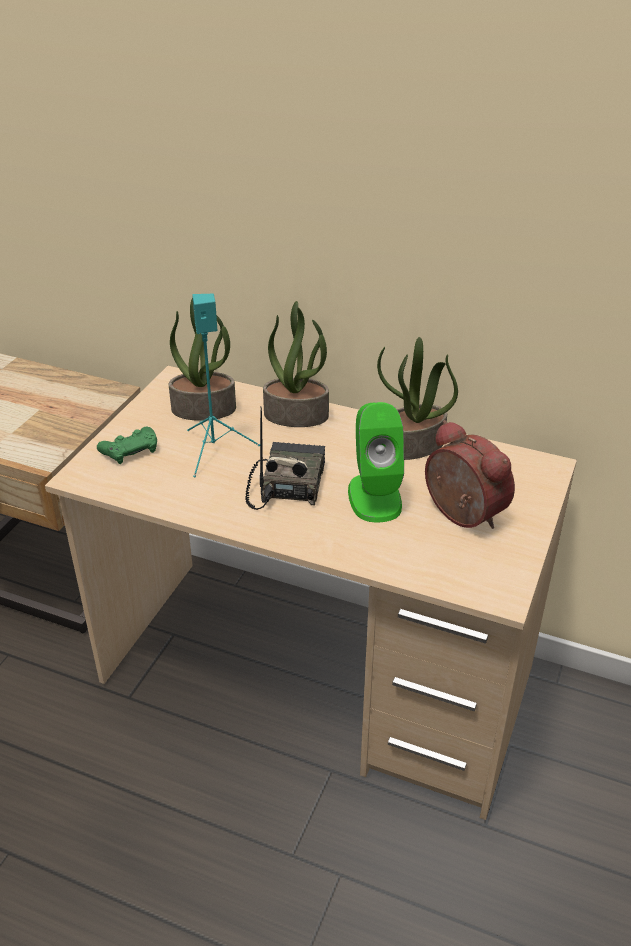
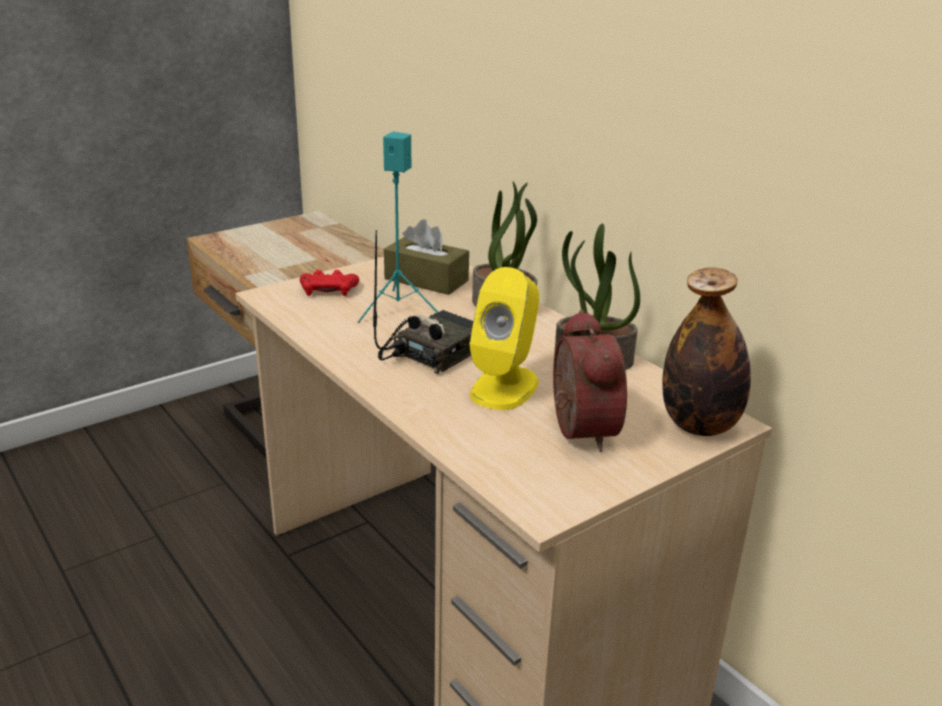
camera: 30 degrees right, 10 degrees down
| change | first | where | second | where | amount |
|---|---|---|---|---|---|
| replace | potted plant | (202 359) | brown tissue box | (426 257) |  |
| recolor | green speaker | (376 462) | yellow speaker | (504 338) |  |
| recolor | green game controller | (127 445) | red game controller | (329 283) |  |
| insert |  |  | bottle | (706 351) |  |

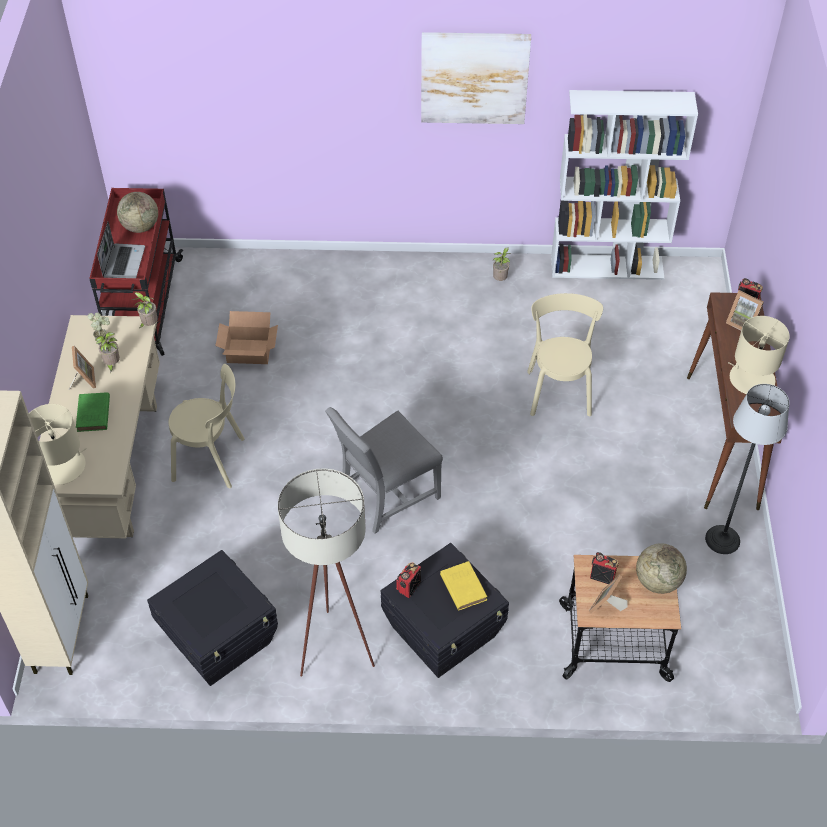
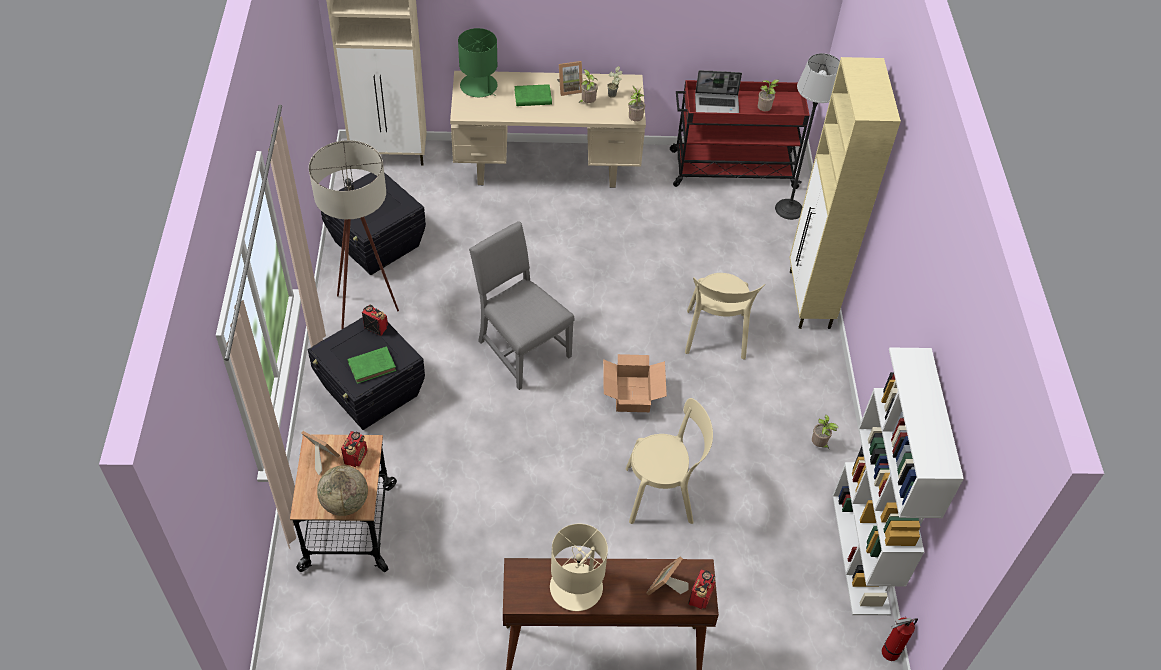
camera: 85 degrees right, 0 degrees up
| change | first | where | second | where | amount |
|---|---|---|---|---|---|
| delete | picture | (476 78) |  |  |  |
| replace | globe | (137 212) | potted plant | (768 95) |  |
| move | cardboard box | (246 337) |  | (635 383) |  |
| move | beige chair | (207 426) |  | (725 316) |  |
| move | floor lamp | (747 469) |  | (807 136) |  |
| recolor | beige table lamp | (58 444) | green table lamp | (478 62) |  |
| recolor | yellow book | (463 585) | green book | (371 365) |  |
| insert |  |  | beige cabinet | (845 193) |  |
| insert |  |  | fire extinguisher | (900 638) |  |

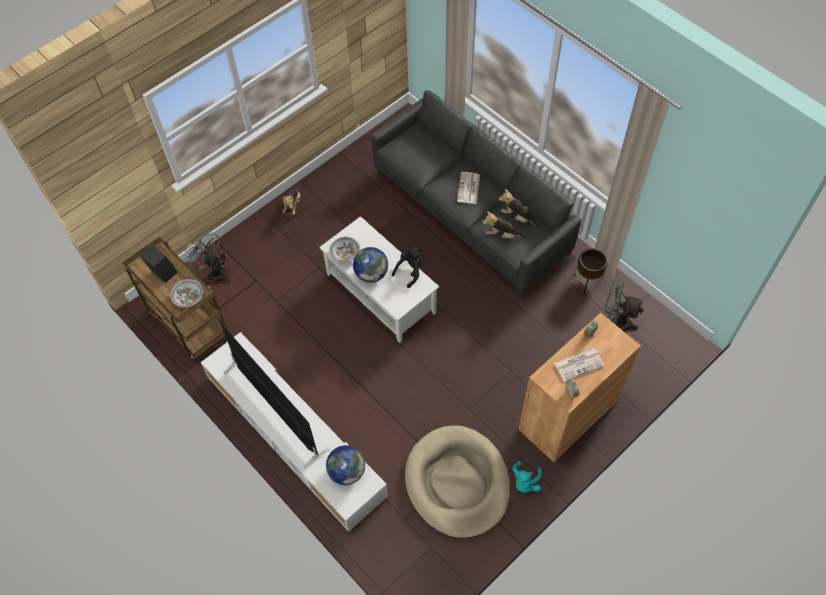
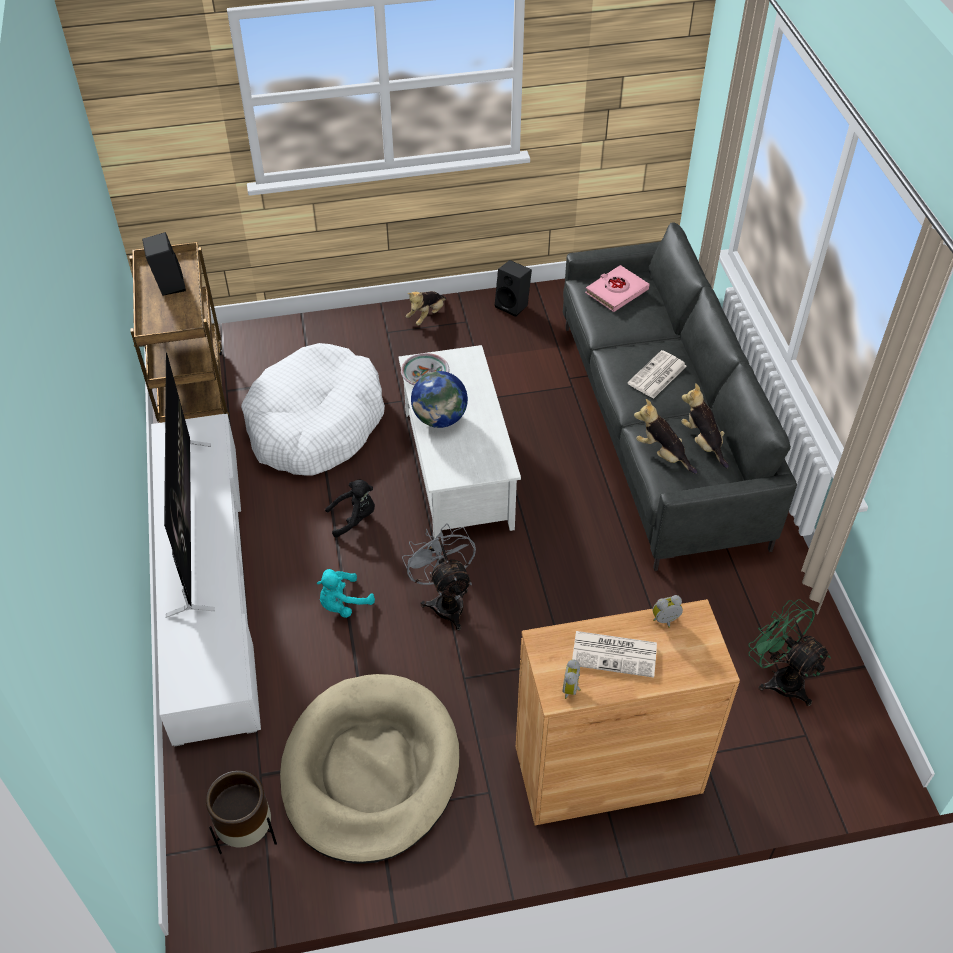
camera: 30 degrees right, 10 degrees down
| change | first | where | second | where | amount |
|---|---|---|---|---|---|
| move | grey fan | (207 256) |  | (439 577) |  |
| move | black plush toy | (407 267) |  | (350 508) |  |
| move | brown planter | (592 271) |  | (241 812) |  |
| delete | bowl | (186 293) |  |  |  |
| delete | globe | (345 465) |  |  |  |
| move | turquoise plush toy | (527 477) |  | (346 593) |  |
| insert |  |  | black speaker | (513 288) |  |
| insert |  |  | pink book | (617 288) |  |
| insert |  |  | white dog bed | (313 409) |  |

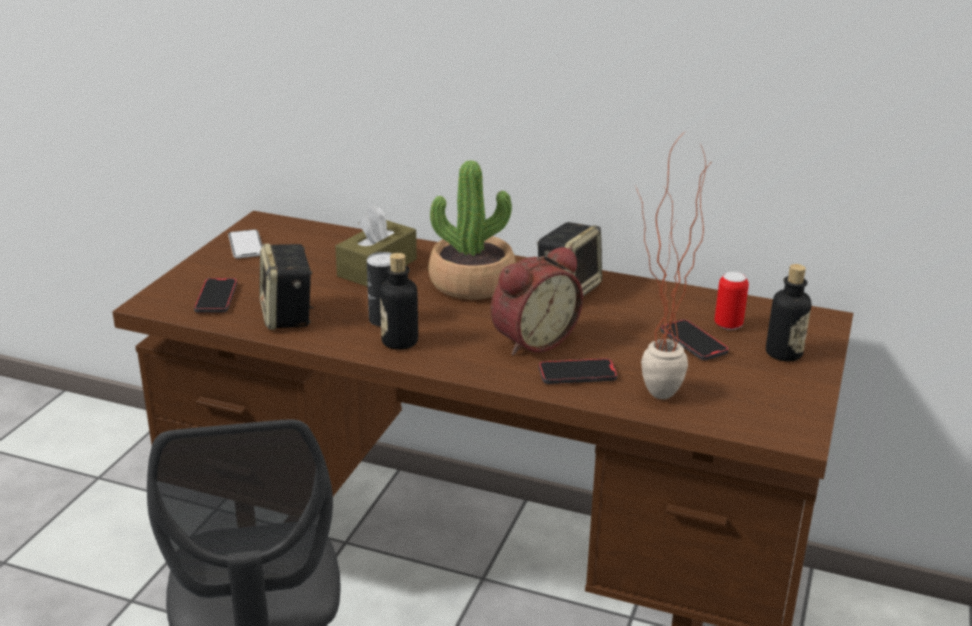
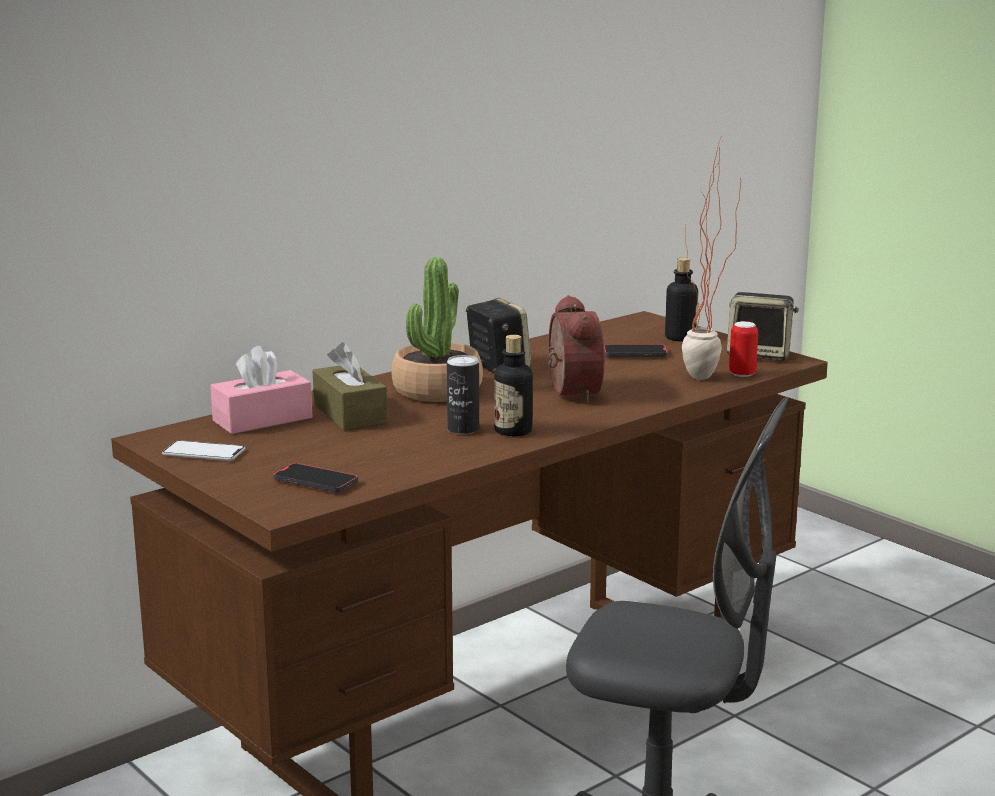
camera: 60 degrees left, 10 degrees down
| change | first | where | second | where | amount |
|---|---|---|---|---|---|
| move | speaker | (286 286) |  | (763 326) |  |
| move | can | (732 301) |  | (743 349) |  |
| delete | phone | (578 371) |  |  |  |
| insert |  |  | pink tissue box | (261 390) |  |

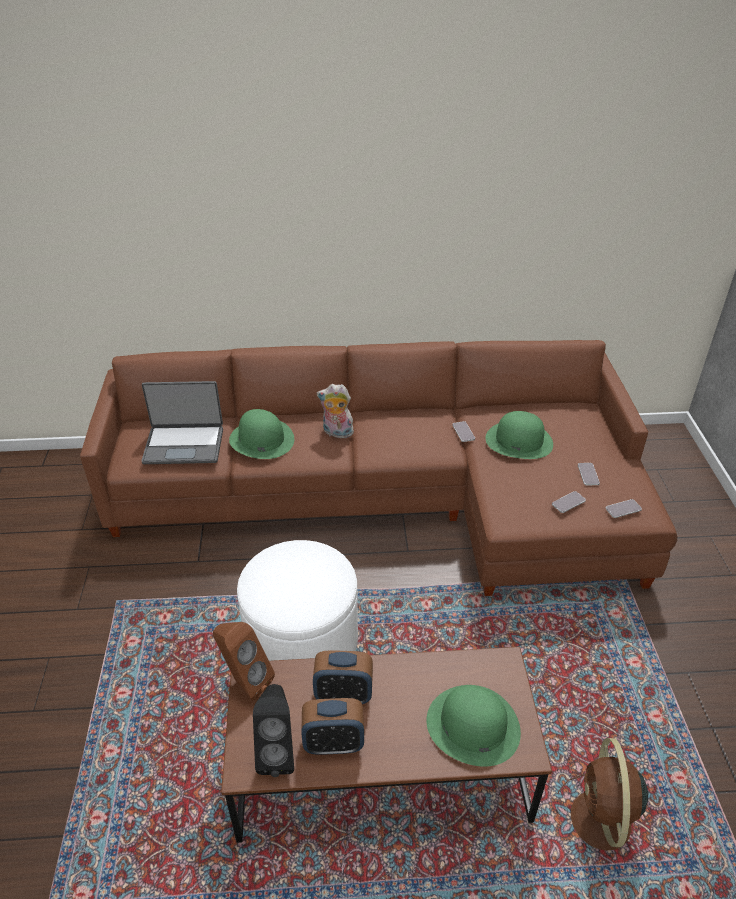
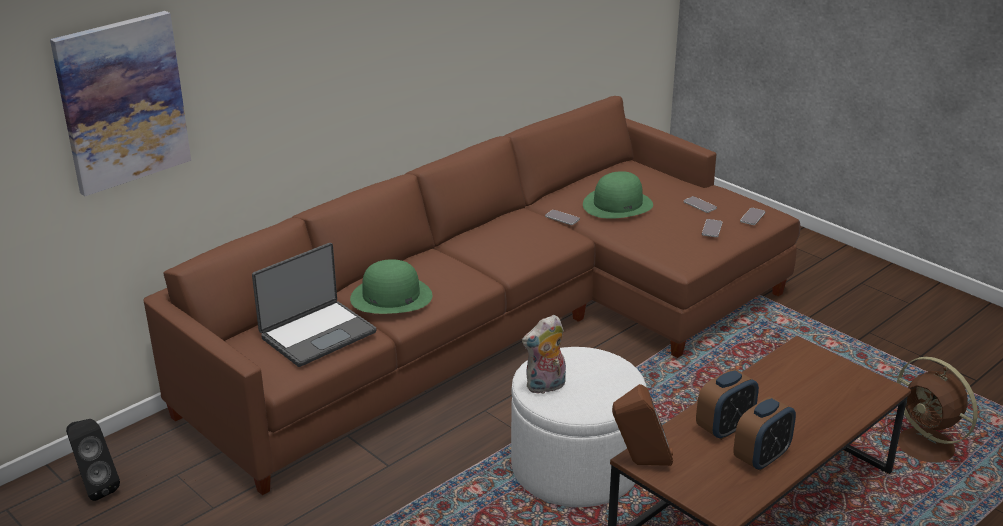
camera: 40 degrees left, 10 degrees down
| change | first | where | second | where | amount |
|---|---|---|---|---|---|
| move | plush toy | (335 411) |  | (544 354) |  |
| move | black speaker | (273 730) |  | (93 460) |  |
| delete | green hat | (473 726) |  |  |  |
| insert |  |  | picture | (120 103) |  |

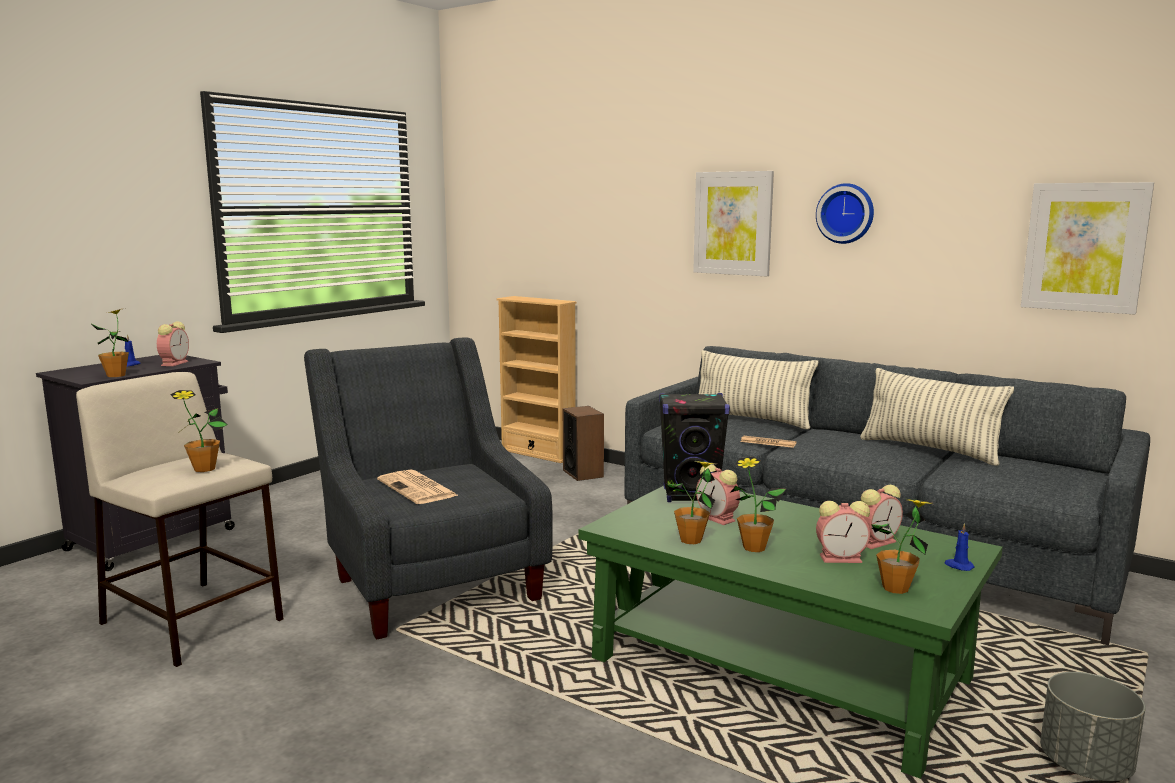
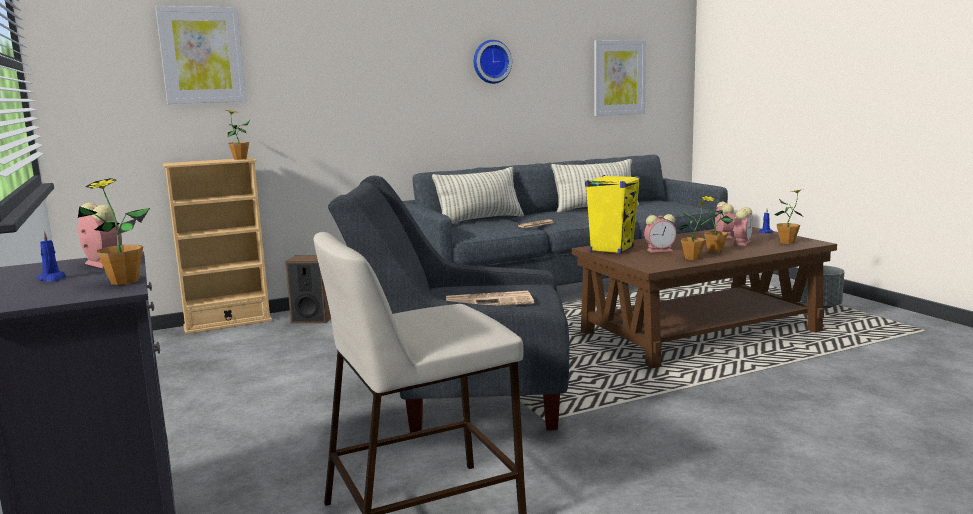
camera: 60 degrees left, 0 degrees up
| change | first | where | second | where | amount |
|---|---|---|---|---|---|
| move | picture | (733 223) |  | (201 55) |  |
| move | potted plant | (199 431) |  | (238 135) |  |
| recolor | black speaker | (694 447) | yellow speaker | (612 214) |  |
| recolor | green coffee table | (791 632) | brown coffee table | (704 297) |  |

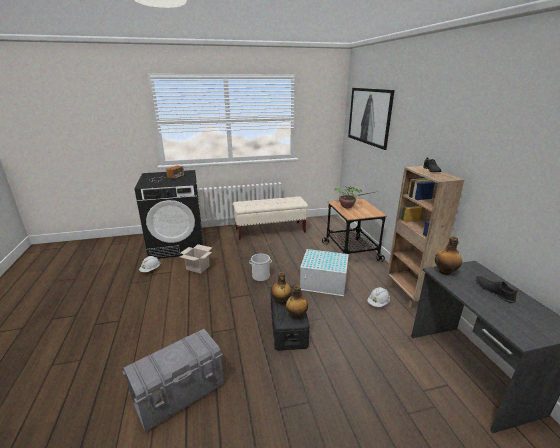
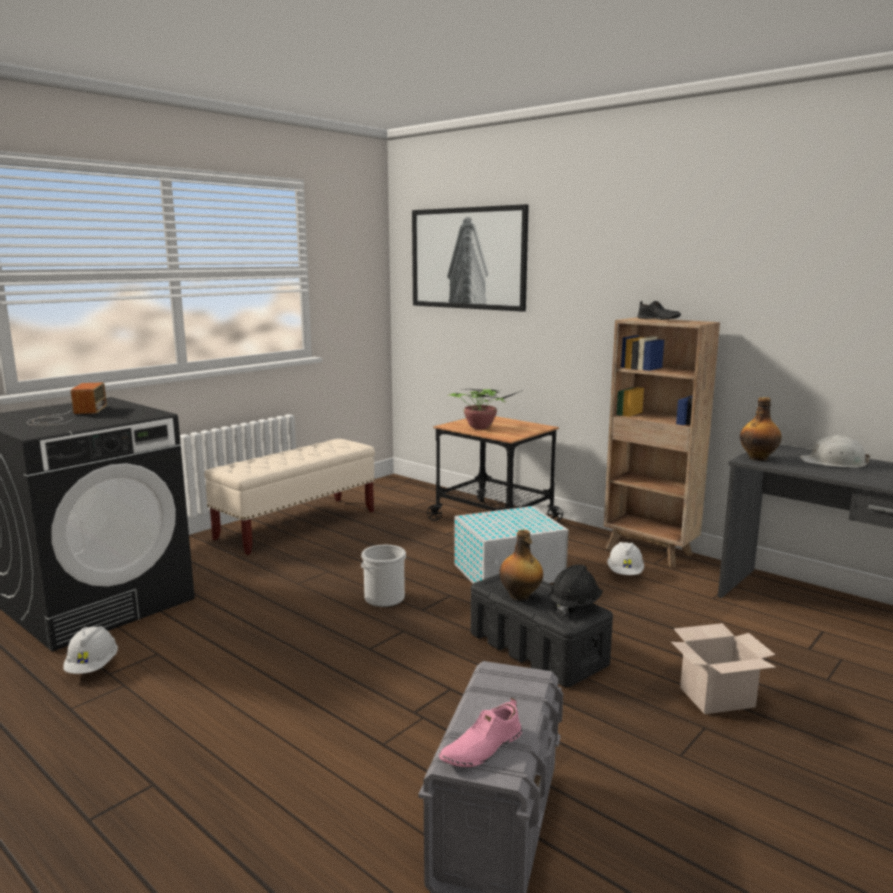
camera: 35 degrees left, 10 degrees down
| change | first | where | second | where | amount |
|---|---|---|---|---|---|
| move | cardboard box | (196 258) |  | (723 668) |  |
| replace | black shoe | (497 289) | white hard hat | (835 451) |  |
| replace | bottle | (297 301) | black hard hat | (576 590) |  |
| insert |  |  | pink shoe | (480 732) |  |

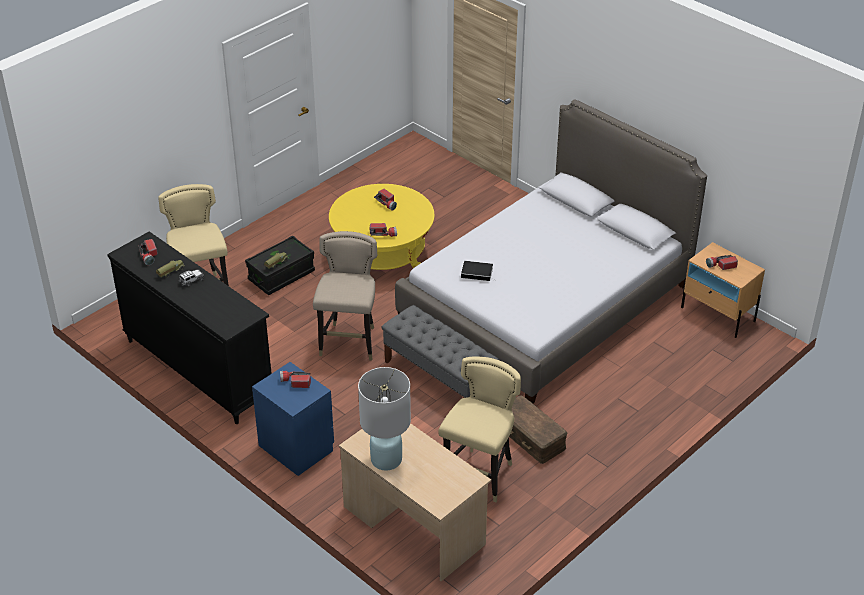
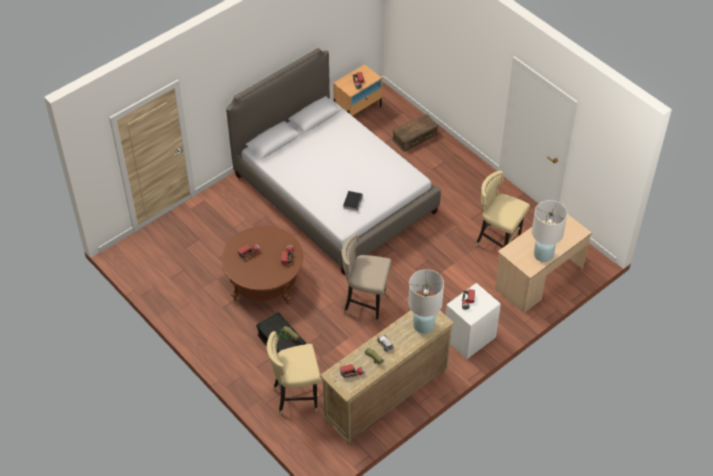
camera: 85 degrees left, 10 degrees up
| change | first | where | second | where | amount |
|---|---|---|---|---|---|
| recolor | yellow coffee table | (382 227) | brown coffee table | (262 265) |  |
| recolor | black dresser | (189 328) | beige dresser | (387 377) |  |
| delete | grey bench | (440 351) |  |  |  |
| recolor | blue nightstand | (293 419) | white nightstand | (473 321) |  |
| move | brown storage box | (538 429) |  | (415 132) |  |
| insert |  |  | white table lamp | (426 301) |  |

